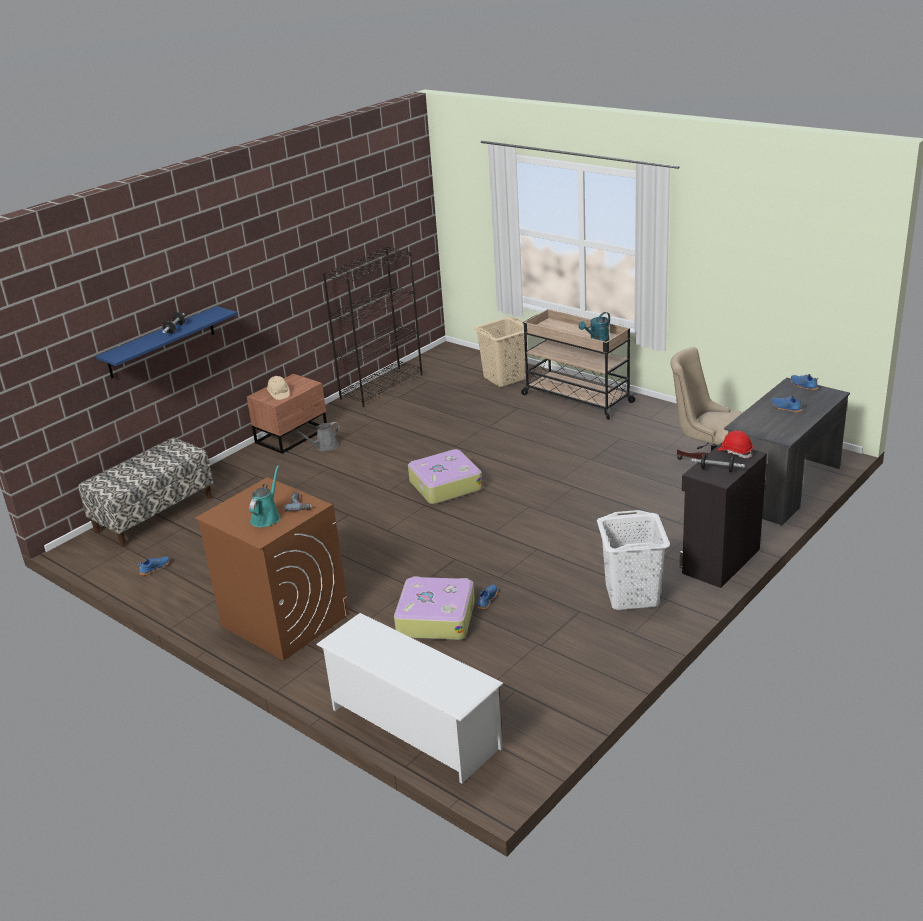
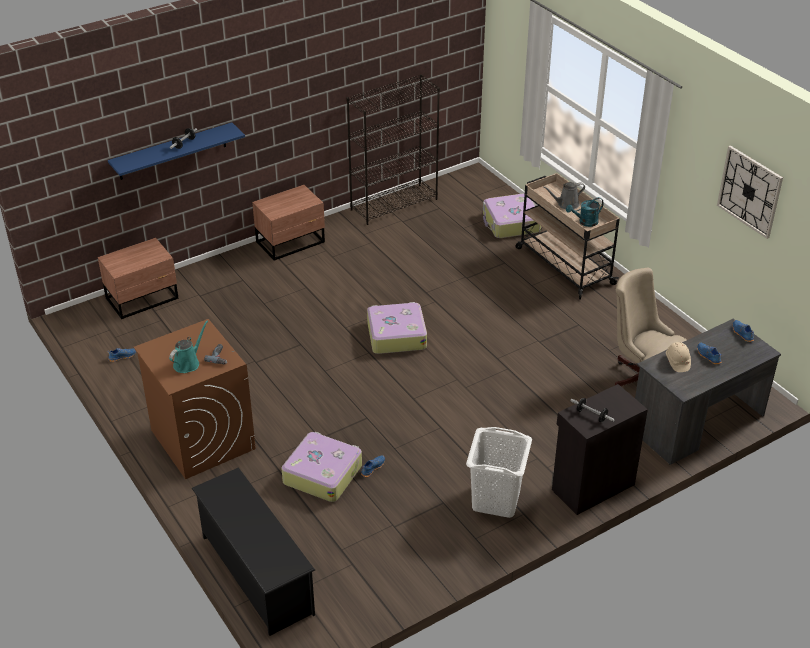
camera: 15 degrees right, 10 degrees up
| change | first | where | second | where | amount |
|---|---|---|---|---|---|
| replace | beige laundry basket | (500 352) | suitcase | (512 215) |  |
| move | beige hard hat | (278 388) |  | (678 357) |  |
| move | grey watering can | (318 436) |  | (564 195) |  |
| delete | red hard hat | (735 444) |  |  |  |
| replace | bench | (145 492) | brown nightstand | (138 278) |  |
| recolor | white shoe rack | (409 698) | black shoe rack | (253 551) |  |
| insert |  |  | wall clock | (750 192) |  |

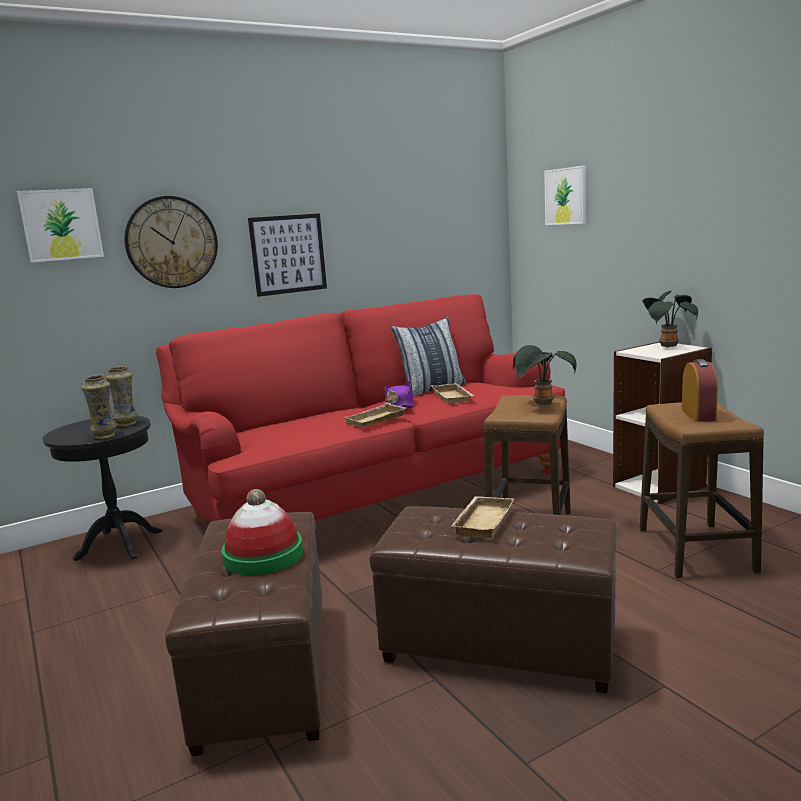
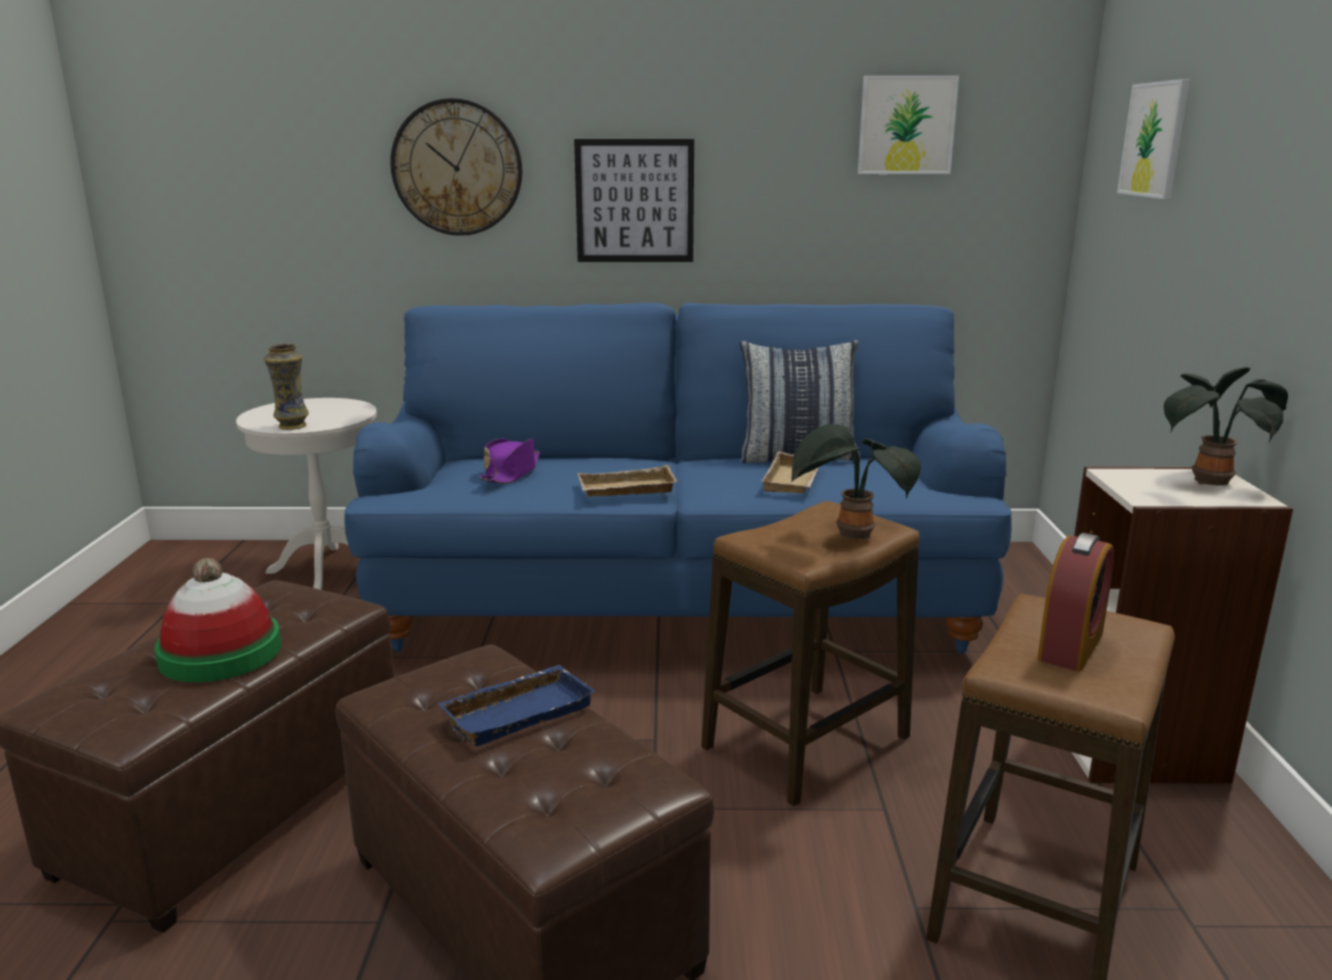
camera: 30 degrees right, 5 degrees up
| change | first | where | second | where | amount |
|---|---|---|---|---|---|
| move | picture | (60 225) |  | (908 124) |  |
| recolor | red sofa | (360 408) | blue sofa | (678 478) |  |
| delete | vase | (122 396) |  |  |  |
| move | purple hat | (399 394) |  | (509 461) |  |
| recolor | black side table | (103 488) | white side table | (306 494) |  |
| recolor | beige tray | (482 517) | blue tray | (516 705) |  |

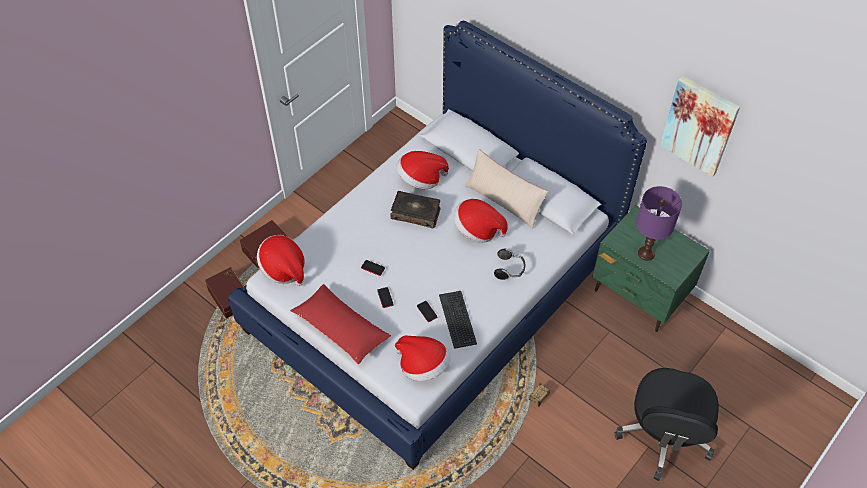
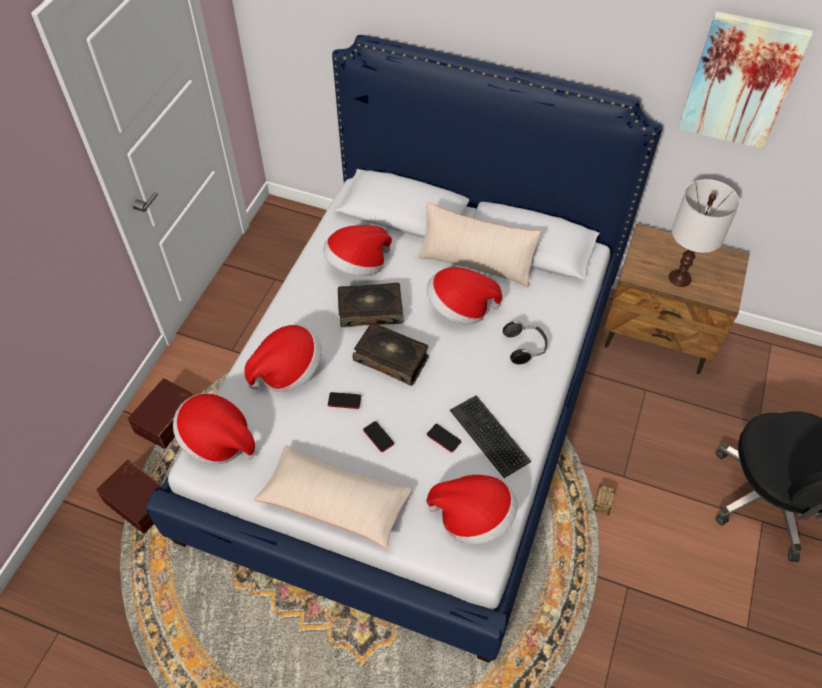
camera: 20 degrees left, 0 degrees up
| change | first | where | second | where | amount |
|---|---|---|---|---|---|
| recolor | purple table lamp | (659 223) | white table lamp | (704 233) |  |
| recolor | green nightstand | (651 268) | brown nightstand | (677 299) |  |
| recolor | red pillow | (340 324) | beige pillow | (333 496) |  |
| insert |  |  | book | (391 354) |  |
| insert |  |  | hat | (283 358) |  |

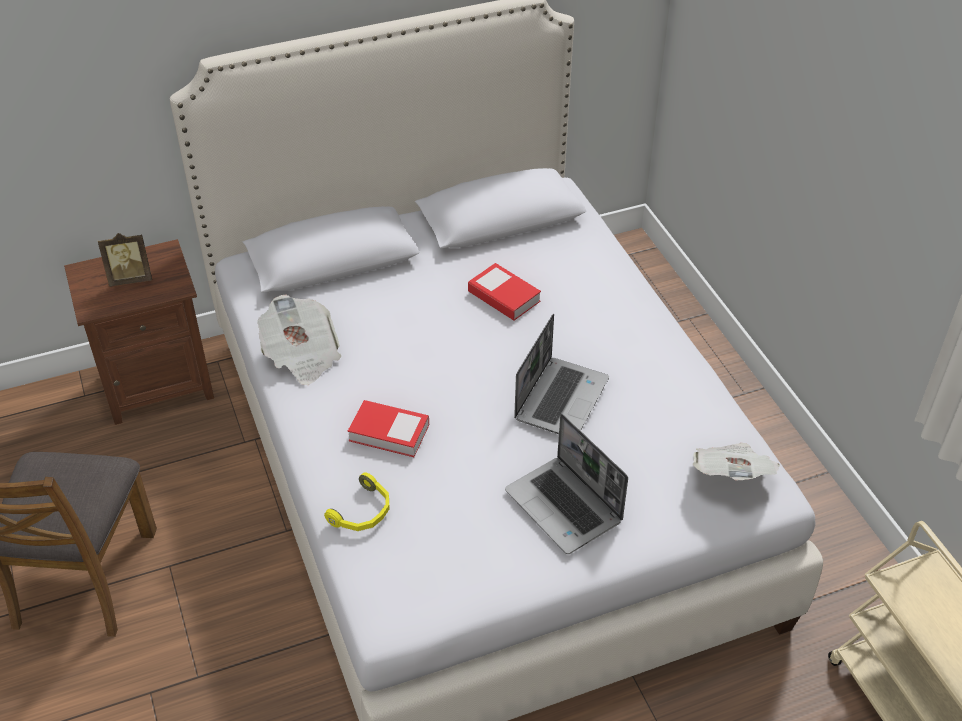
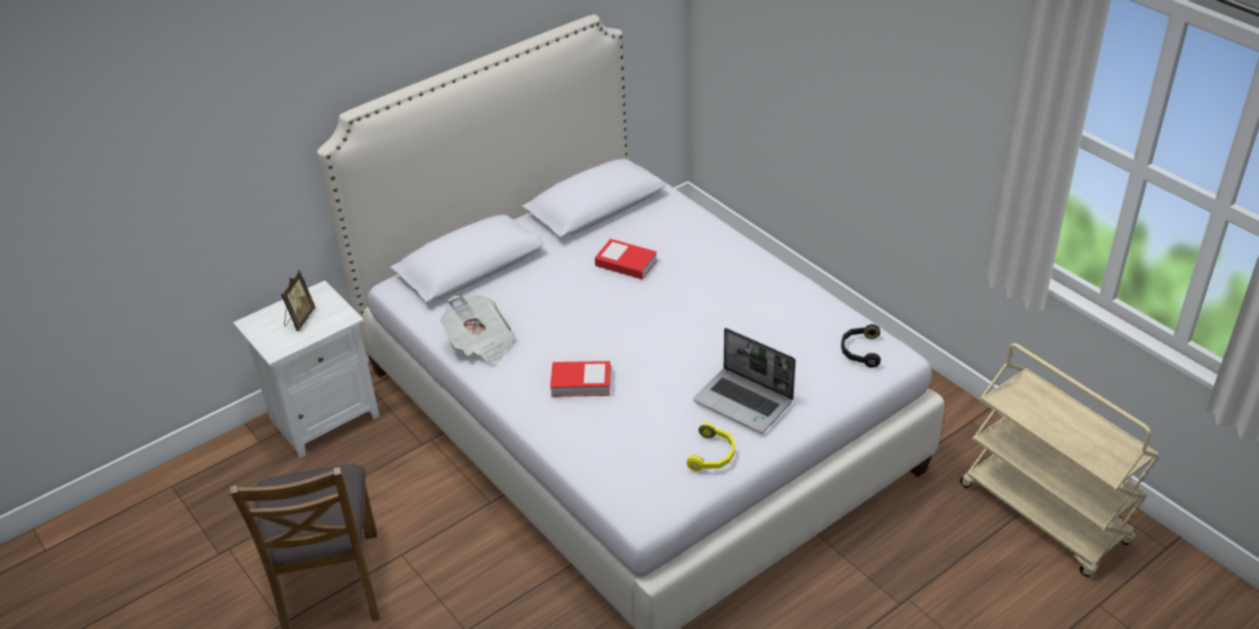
camera: 15 degrees left, 5 degrees down
| change | first | where | second | where | amount |
|---|---|---|---|---|---|
| rotate | picture frame | (125 260) |  | (298 301) | 45 degrees counterclockwise |
| recolor | brown nightstand | (139 332) | white nightstand | (306 369) |  |
| delete | laptop | (561 374) |  |  |  |
| replace | newspaper | (736 461) | black headphones | (861 346) |  |
| move | yellow headphones | (357 501) |  | (711 447) |  |

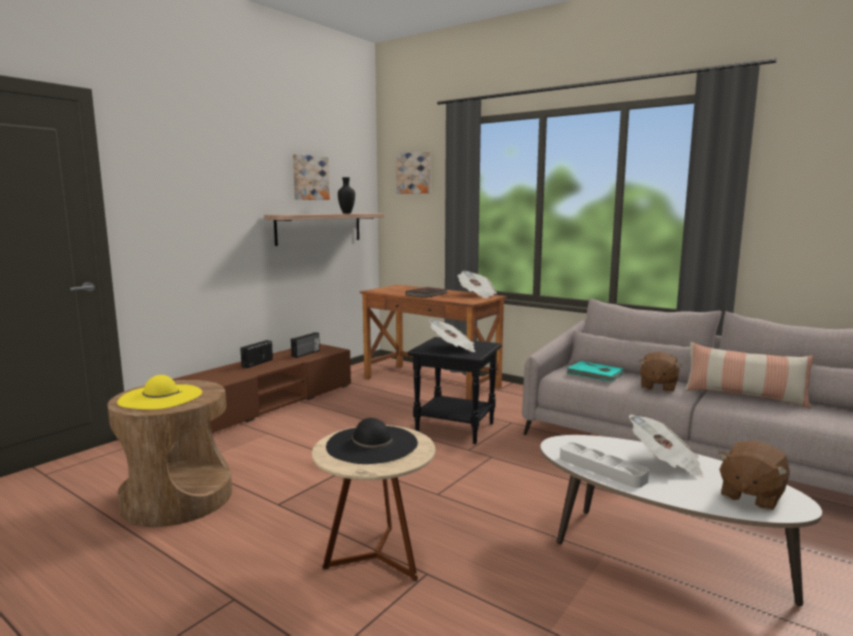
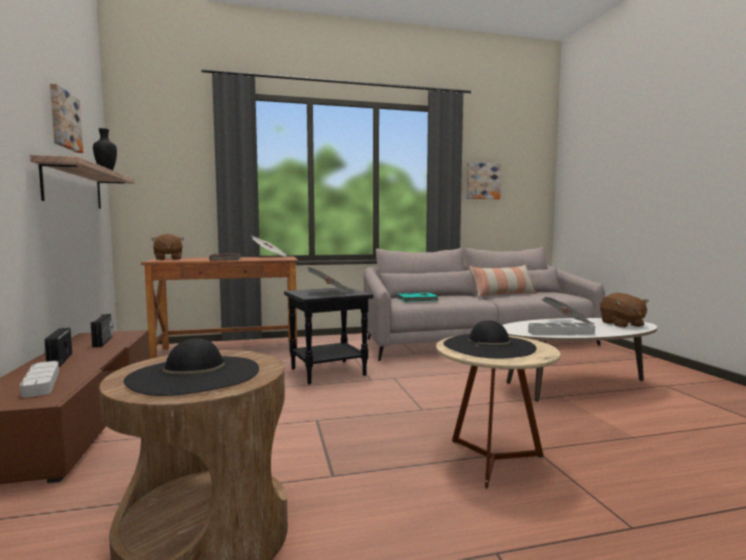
camera: 50 degrees left, 5 degrees down
| change | first | where | second | where | amount |
|---|---|---|---|---|---|
| move | picture | (413 173) |  | (484 180) |  |
| move | brown plush toy | (660 372) |  | (168 247) |  |
| recolor | yellow hat | (159 392) | black hat | (191 367) |  |
| insert |  |  | grey tray | (39 379) |  |

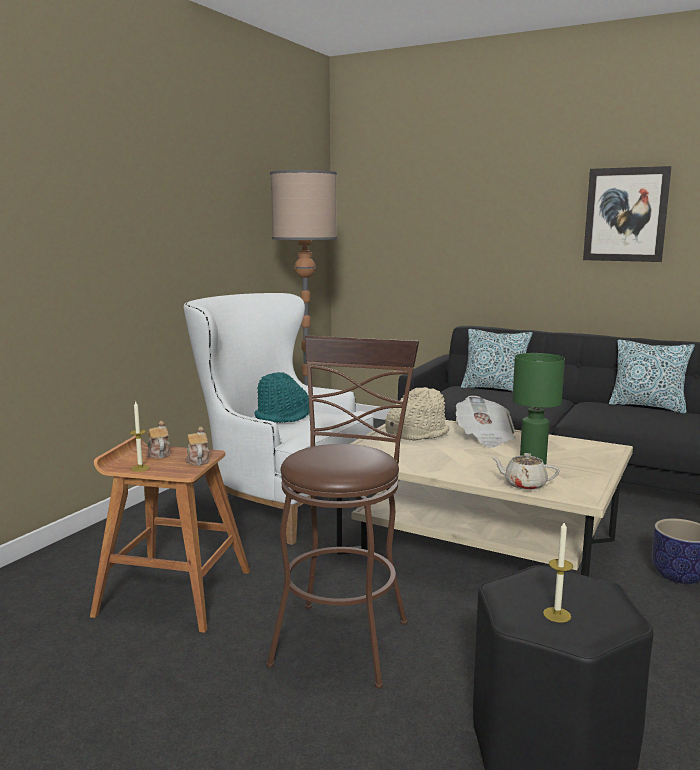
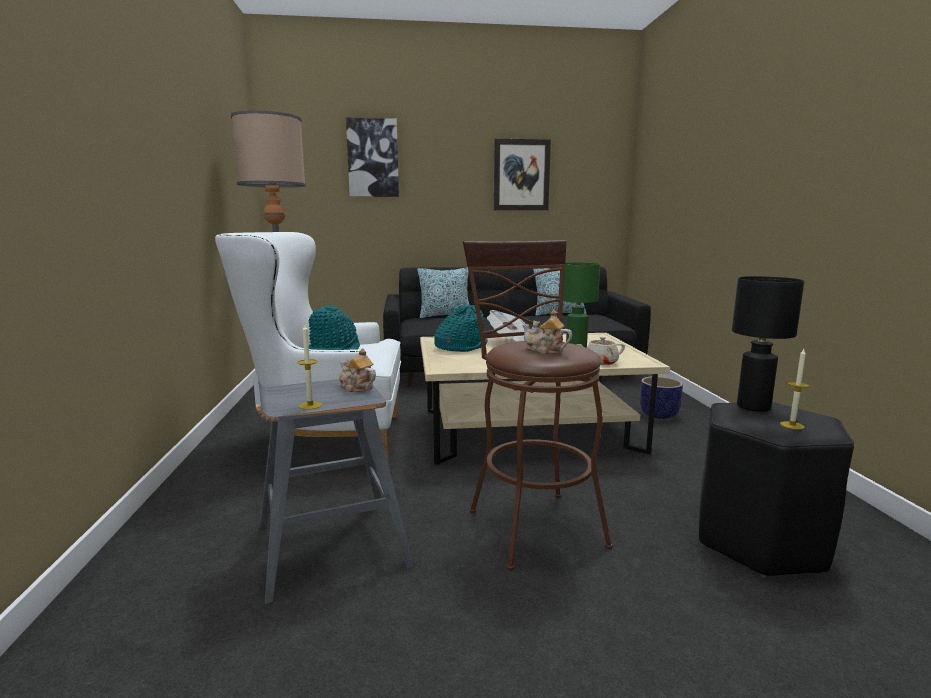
camera: 35 degrees left, 0 degrees up
| change | first | where | second | where | amount |
|---|---|---|---|---|---|
| recolor | beige hat | (417 414) | turquoise hat | (460 328) |  |
| move | teapot | (158 439) |  | (547 331) |  |
| recolor | brown stool | (170 534) | grey stool | (333 490) |  |
| insert |  |  | picture | (372 157) |  |
| insert |  |  | black table lamp | (768 344) |  |

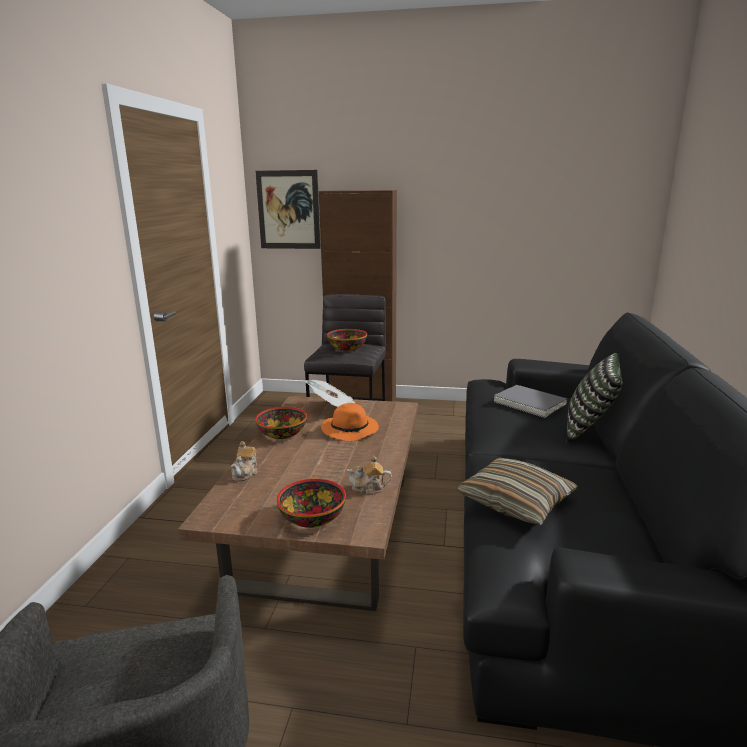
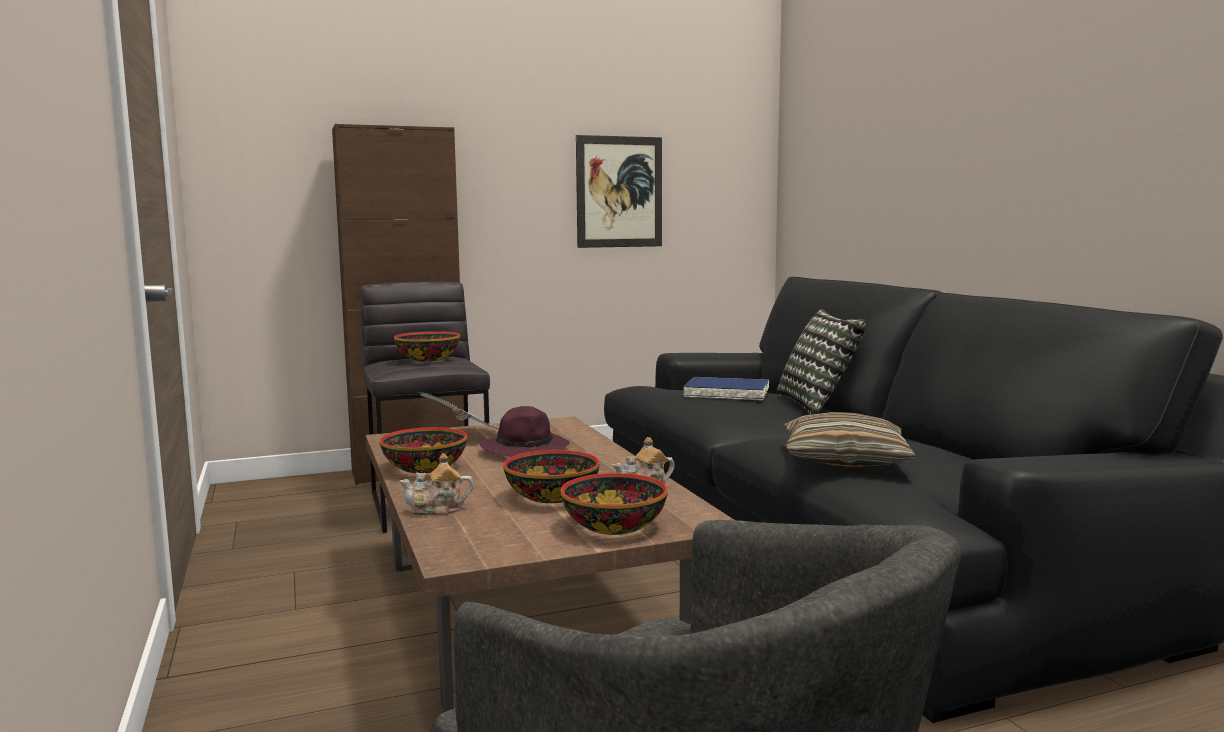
camera: 30 degrees left, 10 degrees down
| change | first | where | second | where | amount |
|---|---|---|---|---|---|
| move | picture | (288 209) |  | (619 191) |  |
| recolor | grey book | (530 401) | blue book | (726 389) |  |
| recolor | orange hat | (350 422) | purple hat | (525 431) |  |
| rotate | teapot | (244 461) |  | (436 484) | 90 degrees clockwise |
| insert |  |  | bowl | (551 476) |  |

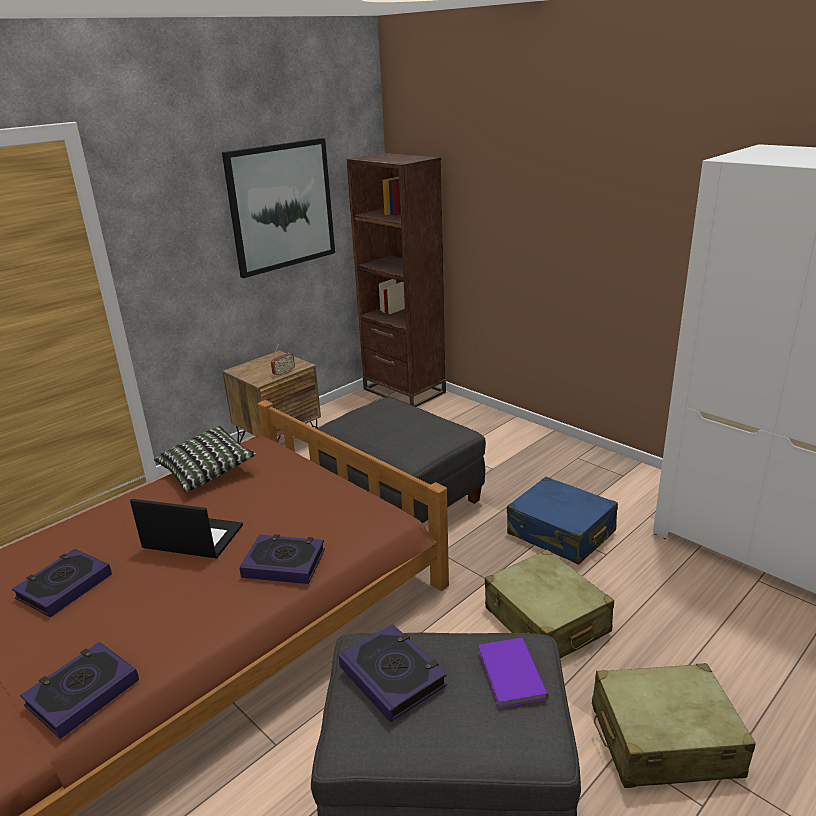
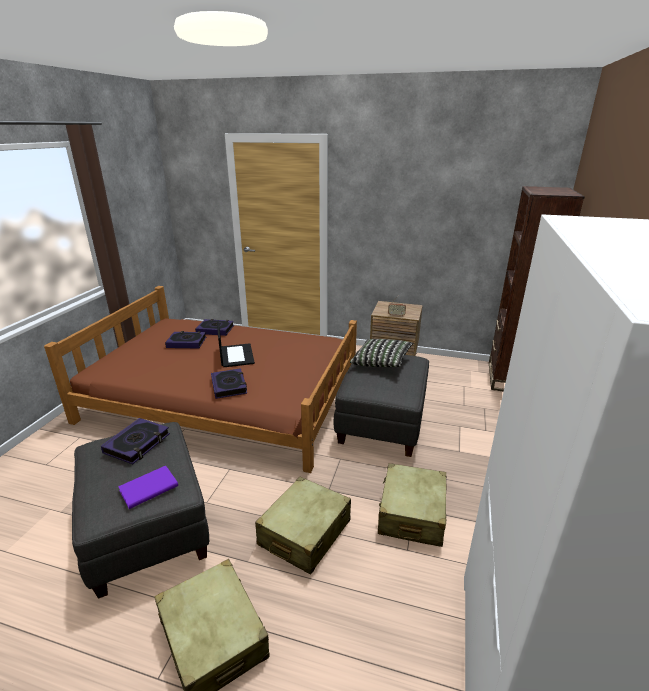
camera: 60 degrees right, 0 degrees up
| change | first | where | second | where | amount |
|---|---|---|---|---|---|
| delete | picture | (278 208) |  |  |  |
| move | pillow | (205 459) |  | (382 353) |  |
| recolor | blue suitcase | (562 521) | beige suitcase | (412 505) |  |
| move | book | (79 690) |  | (214 327) |  |

